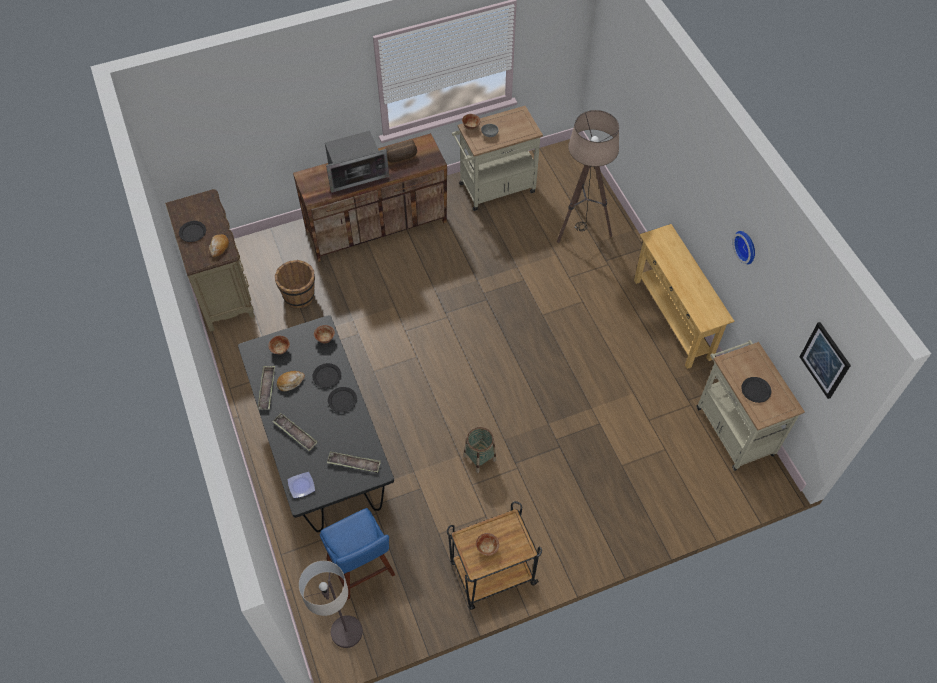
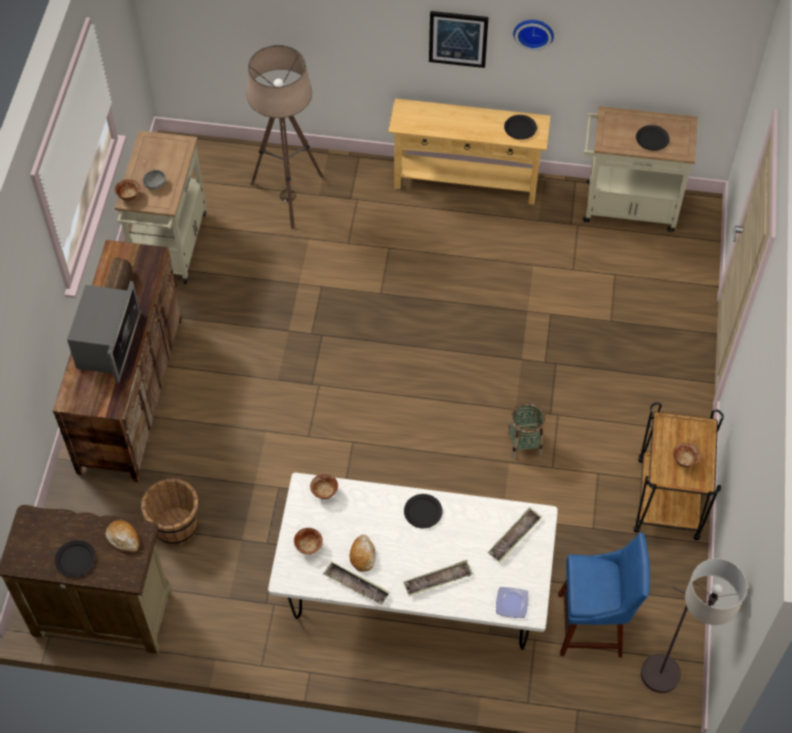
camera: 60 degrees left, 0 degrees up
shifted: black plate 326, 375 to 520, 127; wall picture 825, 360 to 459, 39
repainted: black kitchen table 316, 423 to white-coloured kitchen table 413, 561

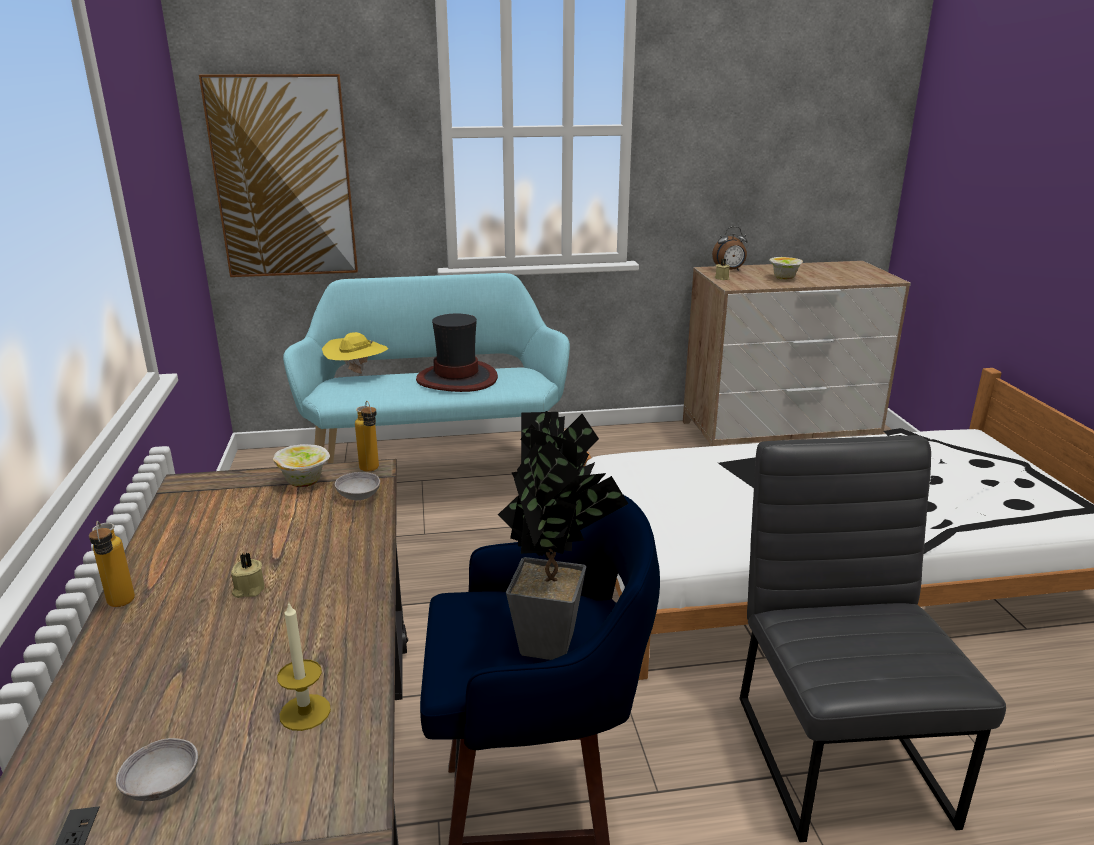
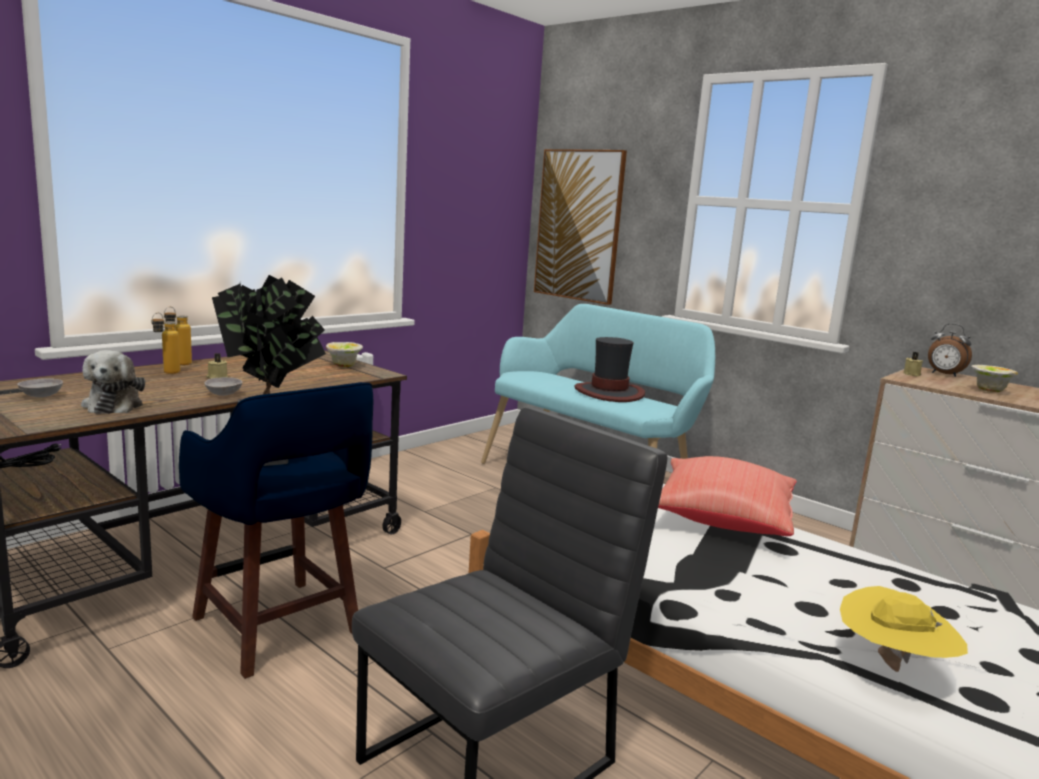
camera: 50 degrees right, 10 degrees down
new: red-coloured pillow 727, 496
shifted: yellow wearable hat 355, 353 to 904, 629; grey serving bowl 357, 486 to 223, 386; beverage bottle 367, 436 to 165, 343
swapped: wax light 304, 666 to cuddly toy 113, 382

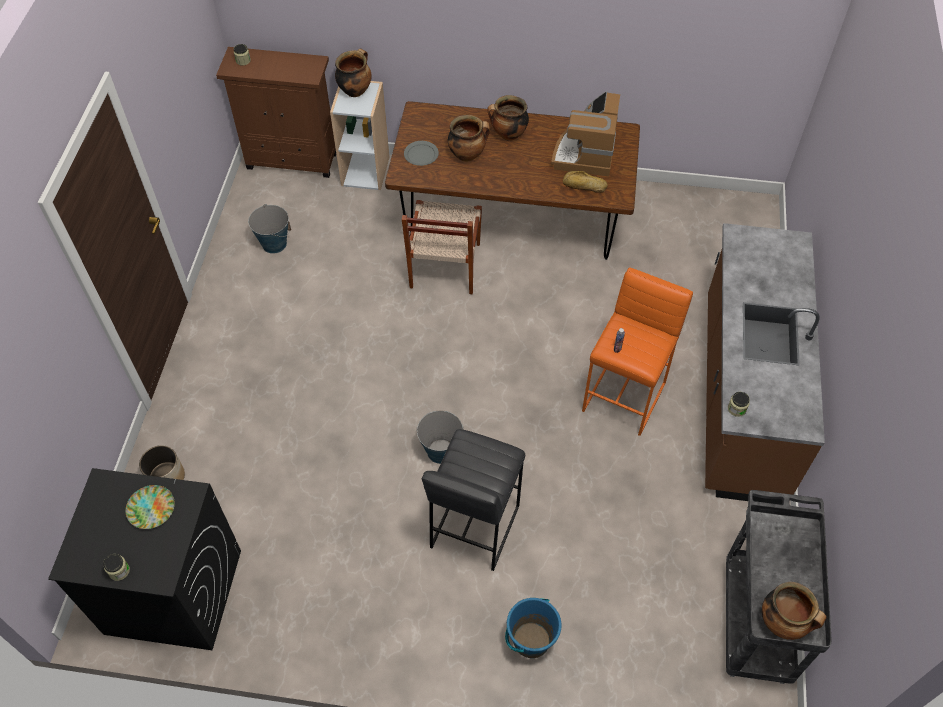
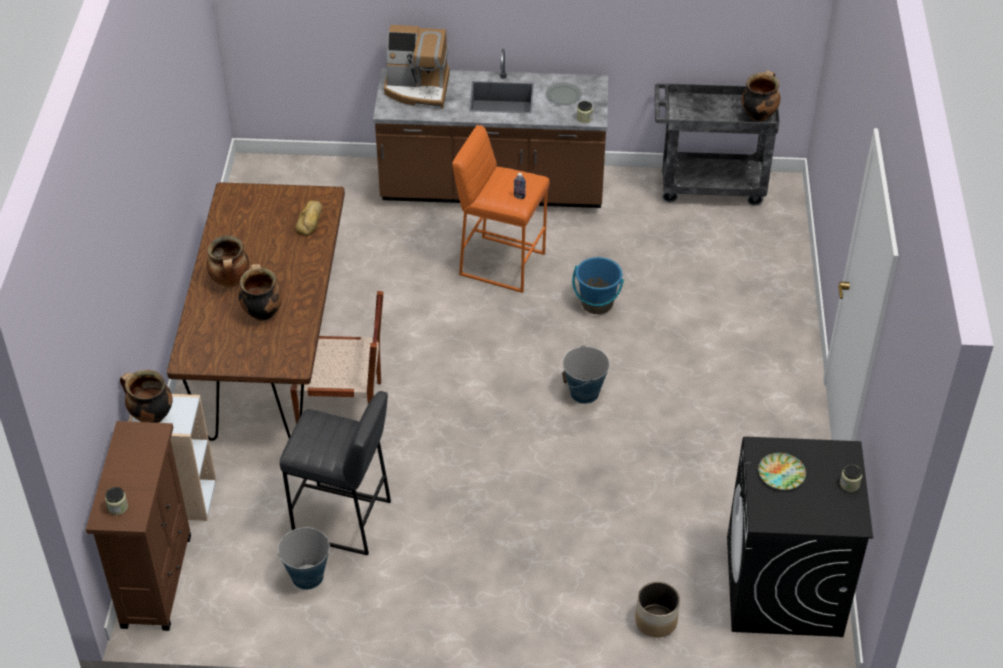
camera: 95 degrees left, 10 degrees down
shifted: grey plate 421, 153 to 564, 94; grey stool 473, 500 to 335, 473; blue-coloured bucket 533, 628 to 598, 285; coffee machine 585, 133 to 417, 67

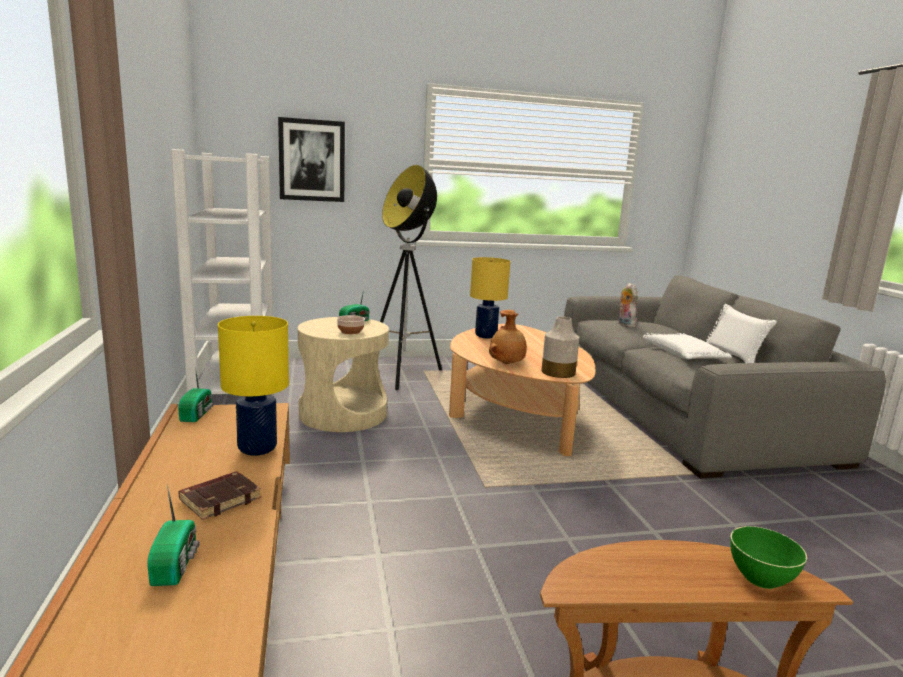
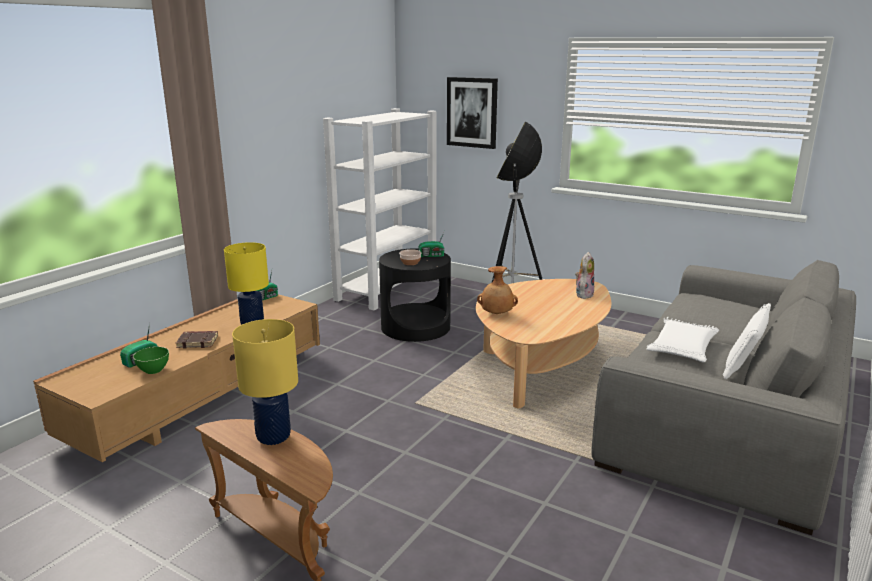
camera: 45 degrees right, 5 degrees up
gone: beige-coloured decorative vase 560, 347
shifted: yellow table lamp 490, 298 to 265, 382; cuddly toy 627, 305 to 584, 275; green-coloured serving bowl 768, 557 to 151, 360
repainted: beige-coloured side table 343, 374 to black side table 415, 295

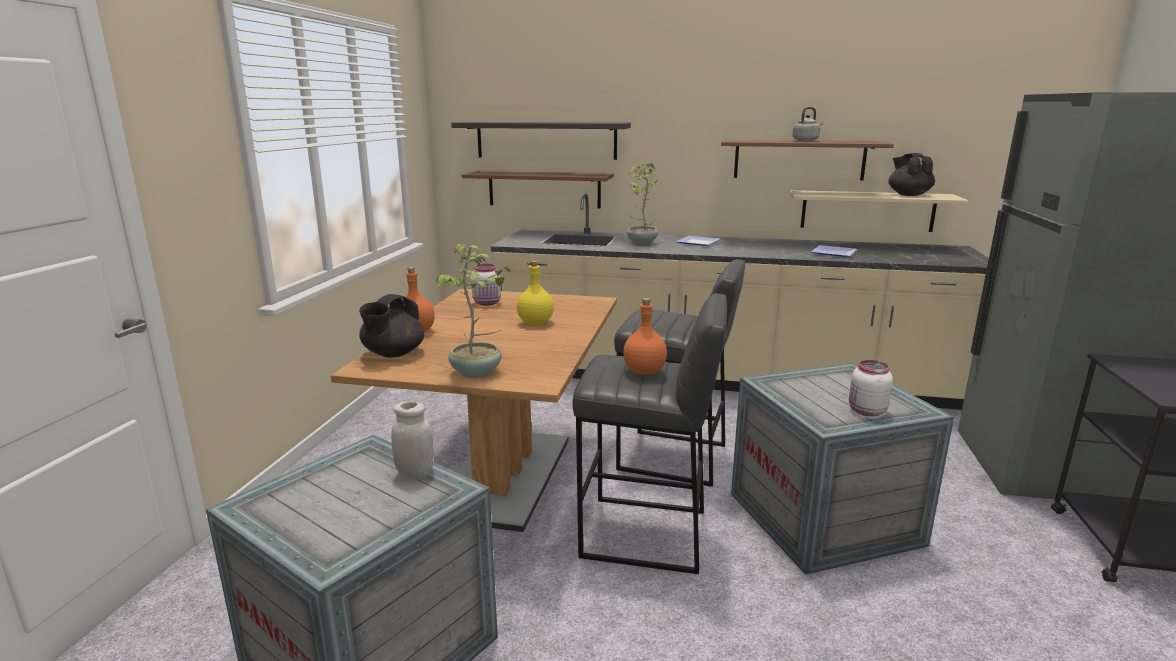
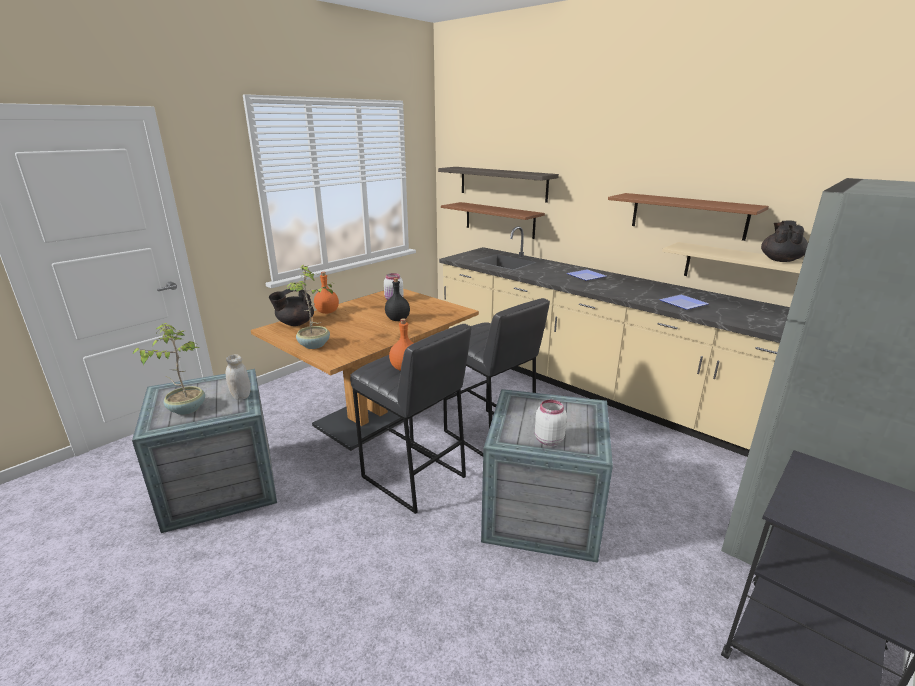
camera: 30 degrees right, 5 degrees up
gone: grey tea kettle 807, 124
shifted: houseplant 643, 203 to 168, 369
repainted: yellow beverage bottle 535, 293 to black beverage bottle 397, 299

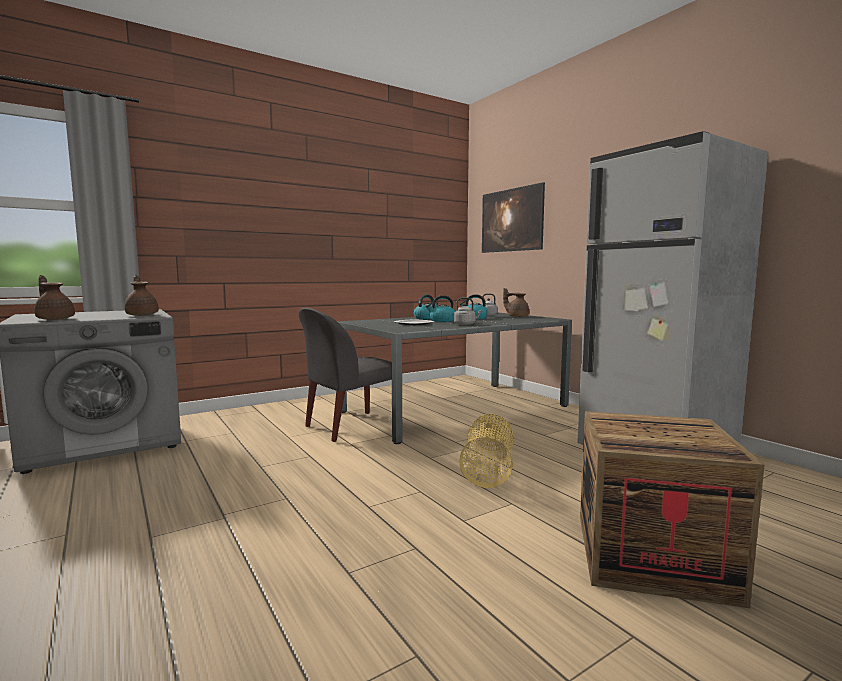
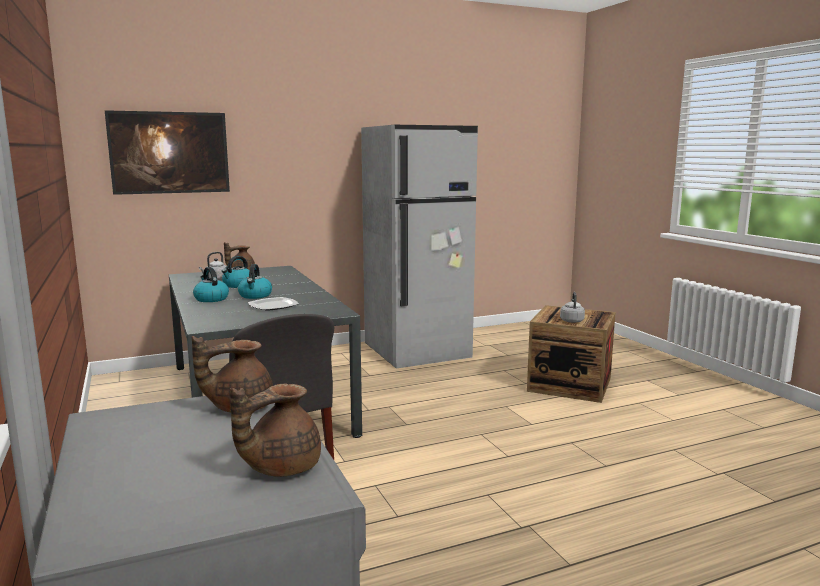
camera: 80 degrees left, 5 degrees up
gone: storage basket 486, 451
shifted: grey tea kettle 468, 311 to 572, 307

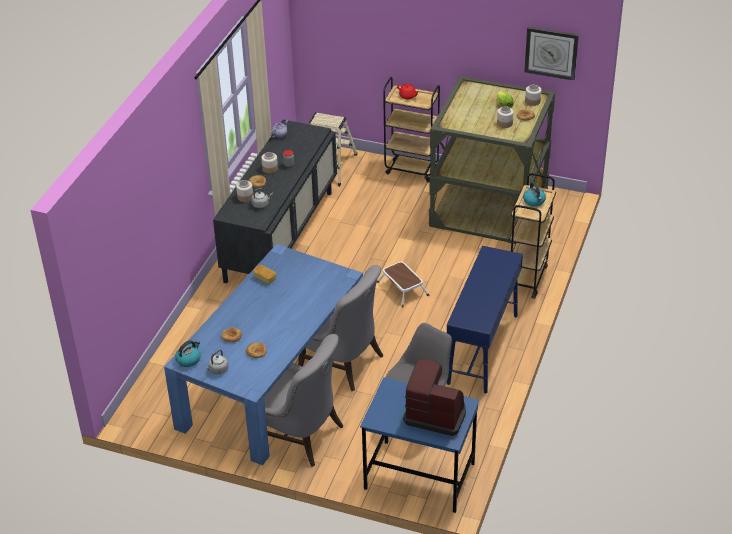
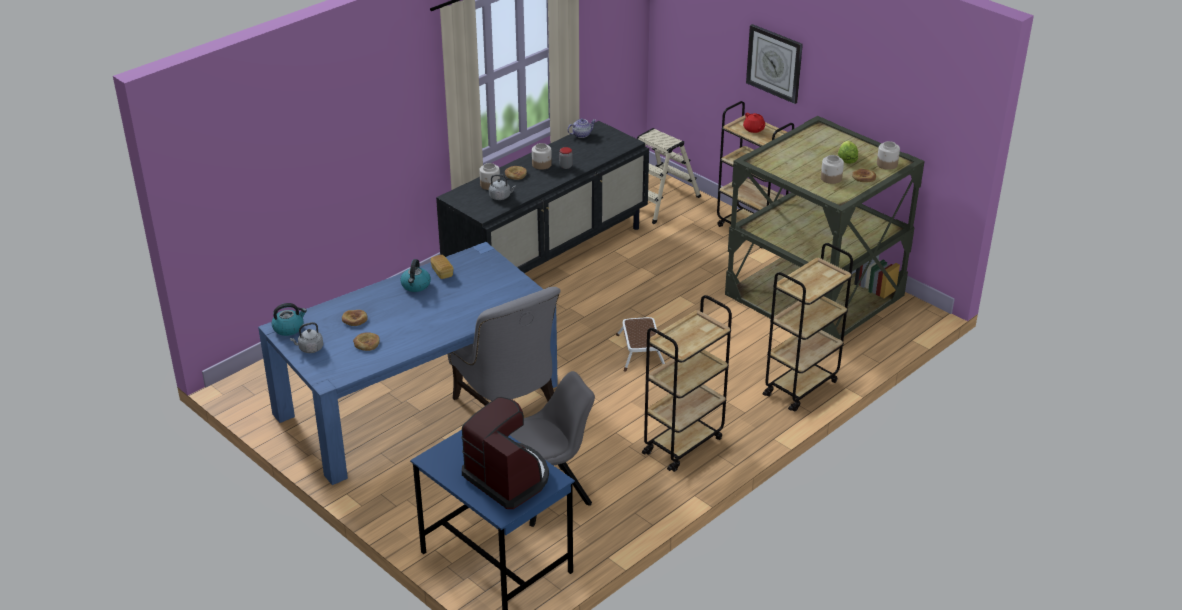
camera: 25 degrees right, 5 degrees down
gone: grey plain chair 303, 400
shifted: tea kettle 534, 194 to 415, 275; hanging clock 551, 54 to 774, 64
swapped: blue-coloured console table 485, 319 to brownish trolley 687, 383

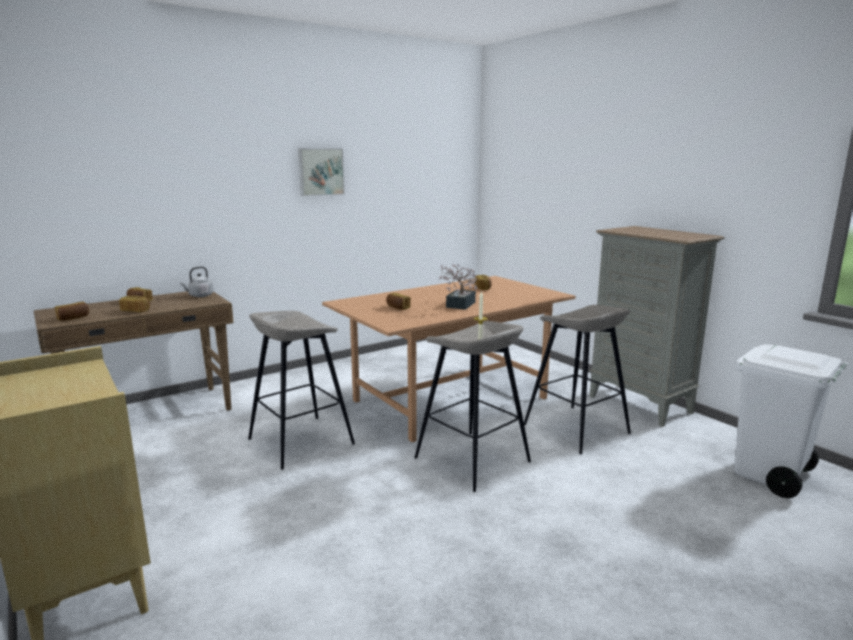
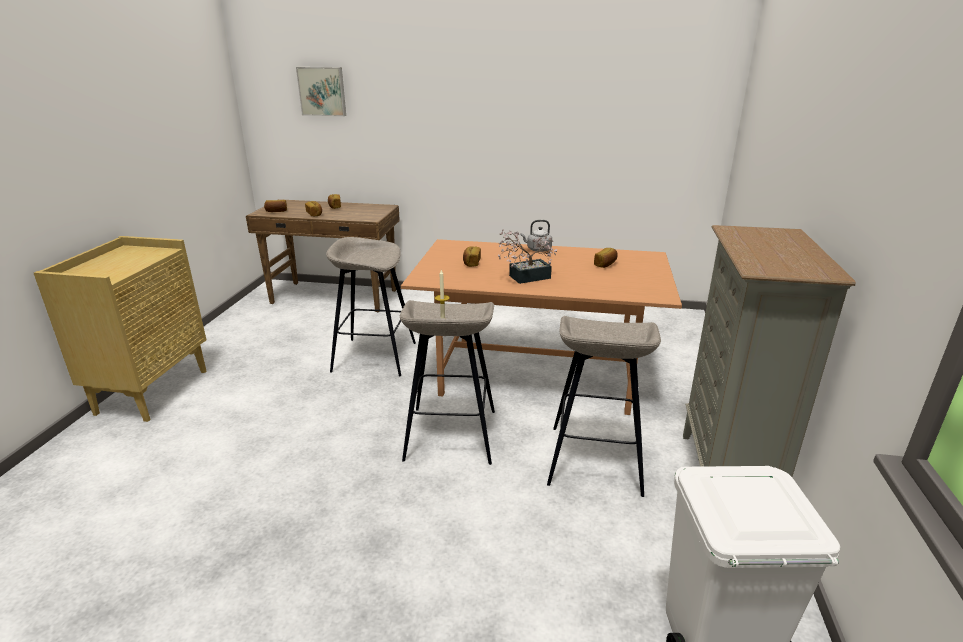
camera: 45 degrees right, 10 degrees up
shifted: grey tea kettle 197, 281 to 536, 236; wall picture 321, 172 to 321, 91

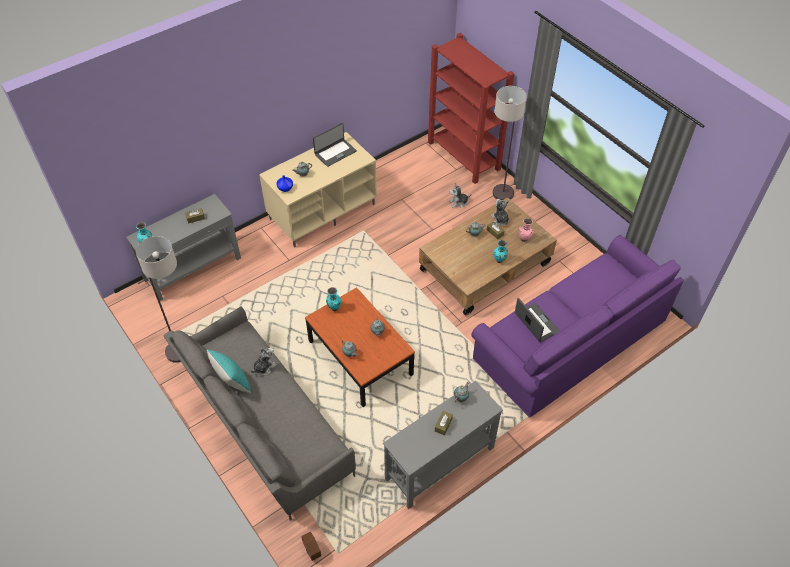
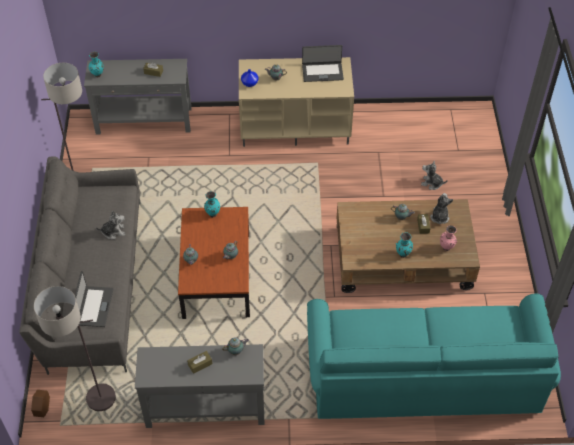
camera: 35 degrees right, 0 degrees up
gone: turquoise-coloured pillow 229, 371; red-coloured bookcase 471, 108
shifted: grey standard lamp 510, 143 to 75, 348; laptop 537, 320 to 92, 299
repainted: purple-coloured couch 577, 326 to turquoise-coloured couch 434, 356

